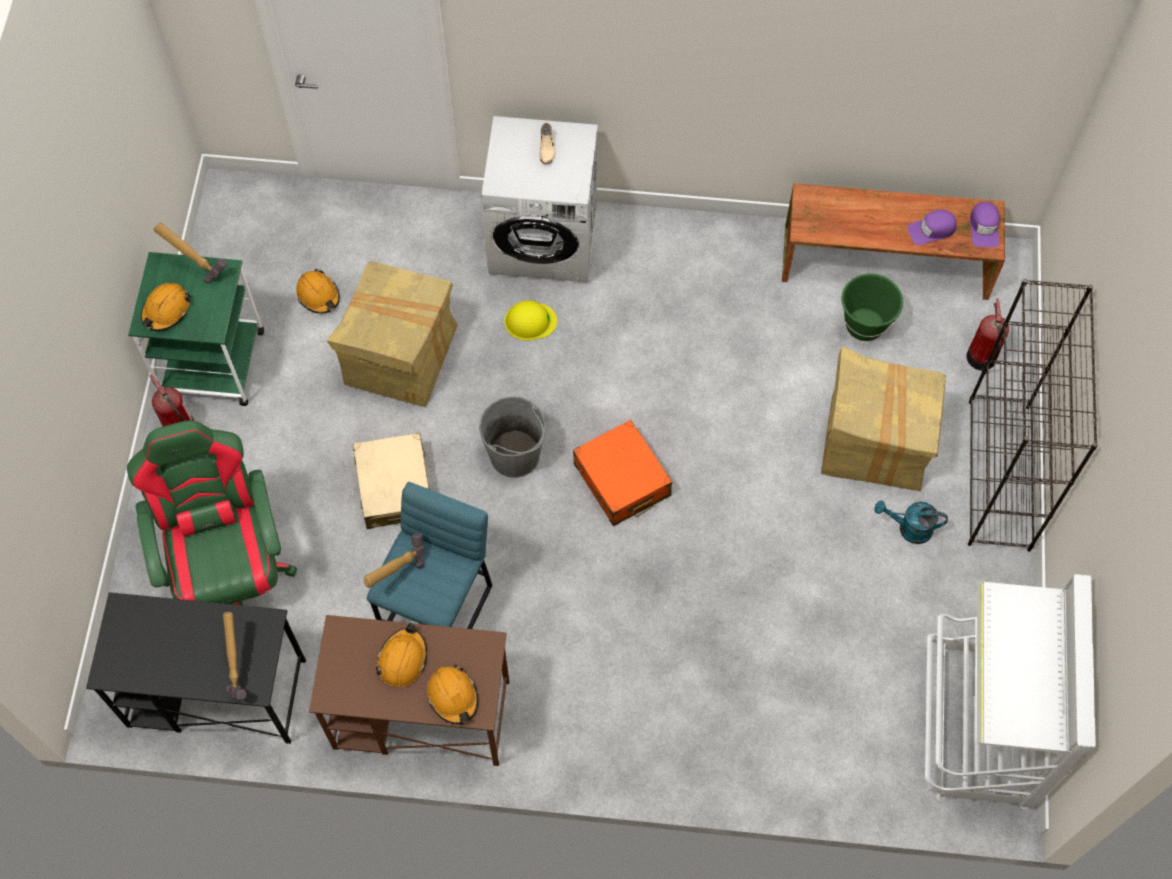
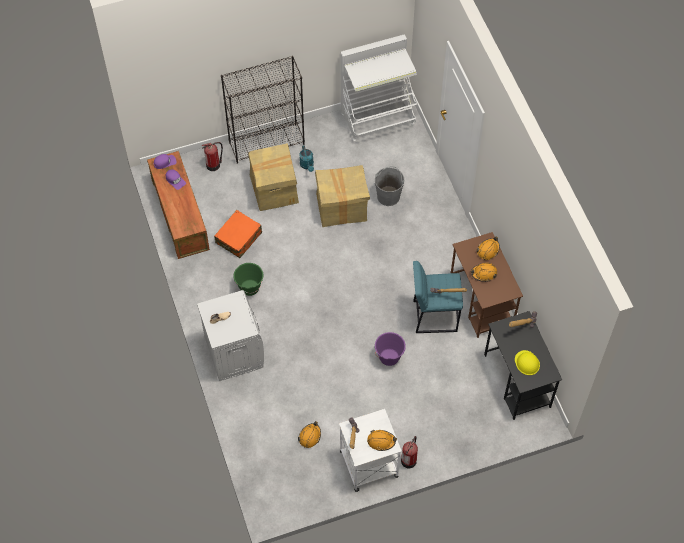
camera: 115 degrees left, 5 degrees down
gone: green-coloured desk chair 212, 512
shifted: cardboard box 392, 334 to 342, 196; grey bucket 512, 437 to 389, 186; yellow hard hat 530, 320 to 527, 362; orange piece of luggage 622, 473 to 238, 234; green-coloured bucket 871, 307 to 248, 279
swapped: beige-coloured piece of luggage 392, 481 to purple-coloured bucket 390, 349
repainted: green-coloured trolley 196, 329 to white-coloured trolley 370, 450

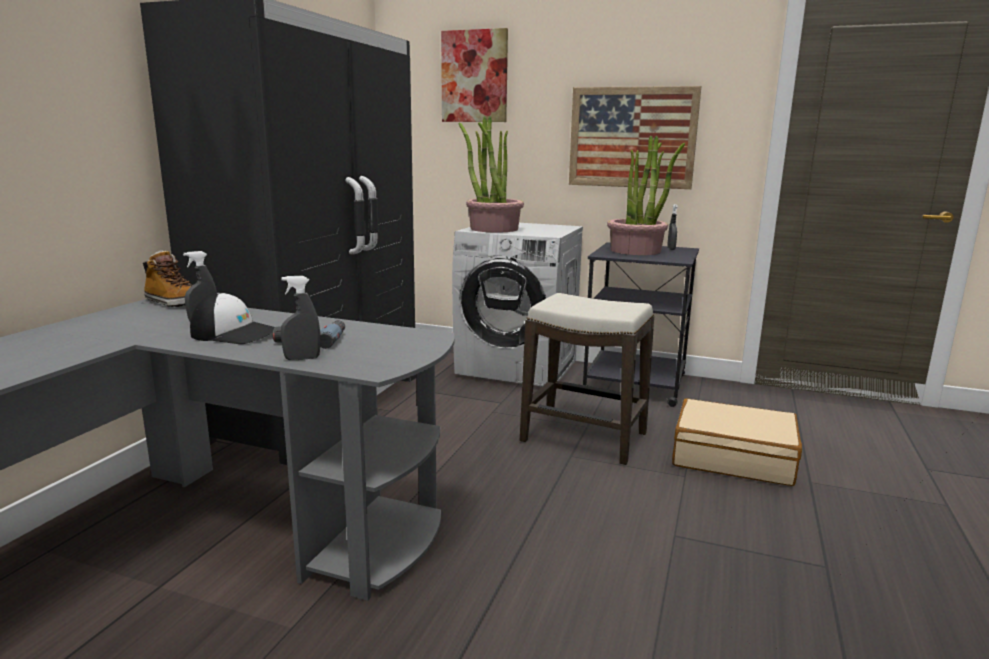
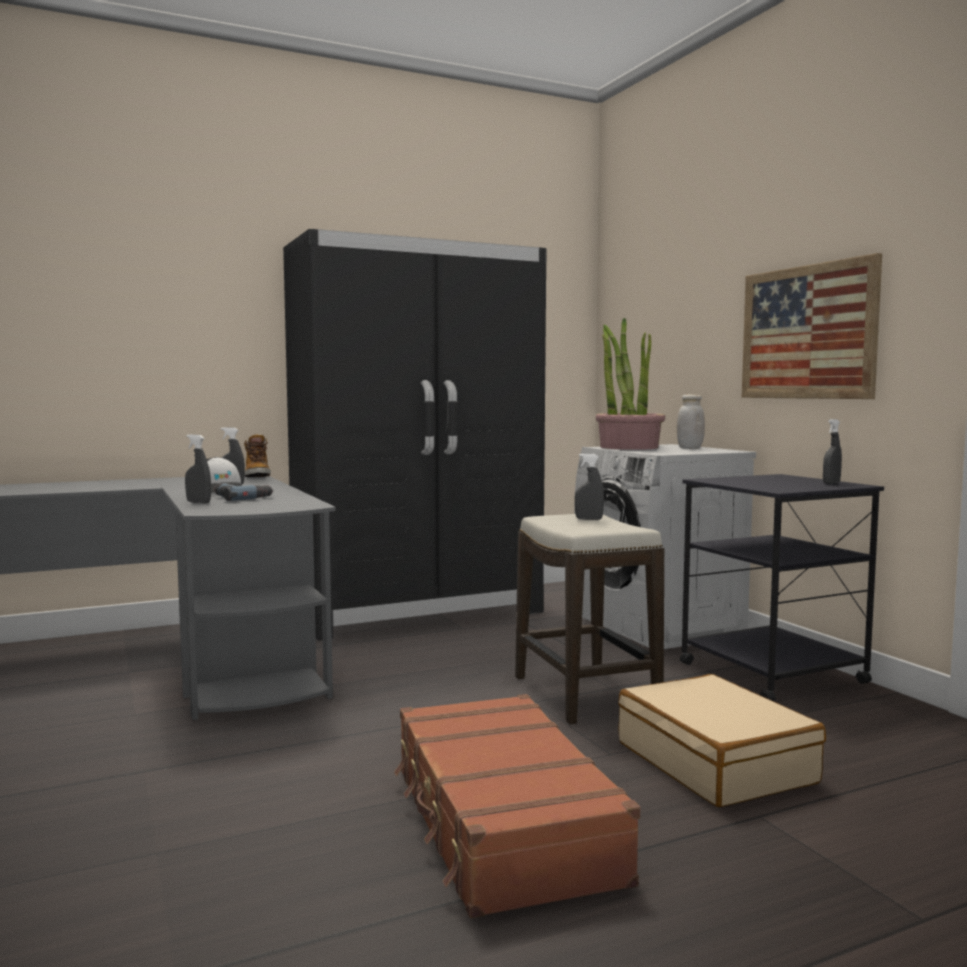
camera: 45 degrees right, 10 degrees down
gone: wall picture 474, 75; houseplant 646, 195
new: brownish piece of luggage 517, 806; grey sprayer 589, 486; white-coloured storage jar 691, 421

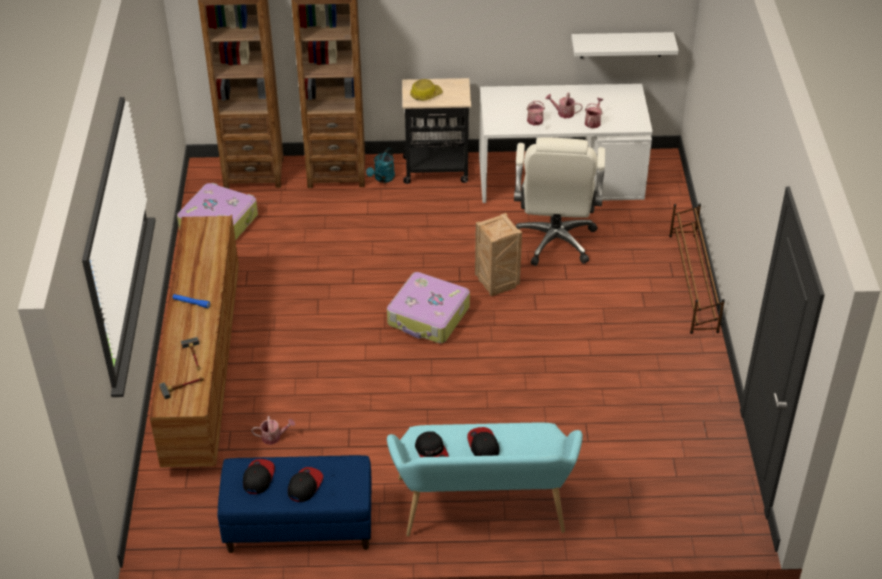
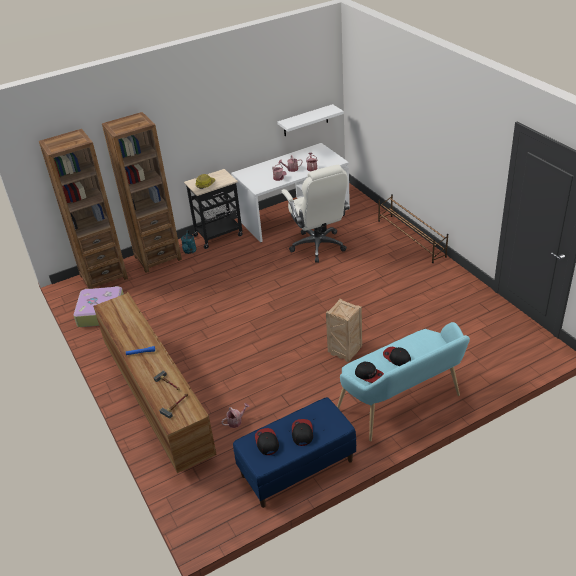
camera: 25 degrees left, 5 degrees down
gone: piece of luggage 428, 307
shifted: shipping crate 498, 254 to 344, 330

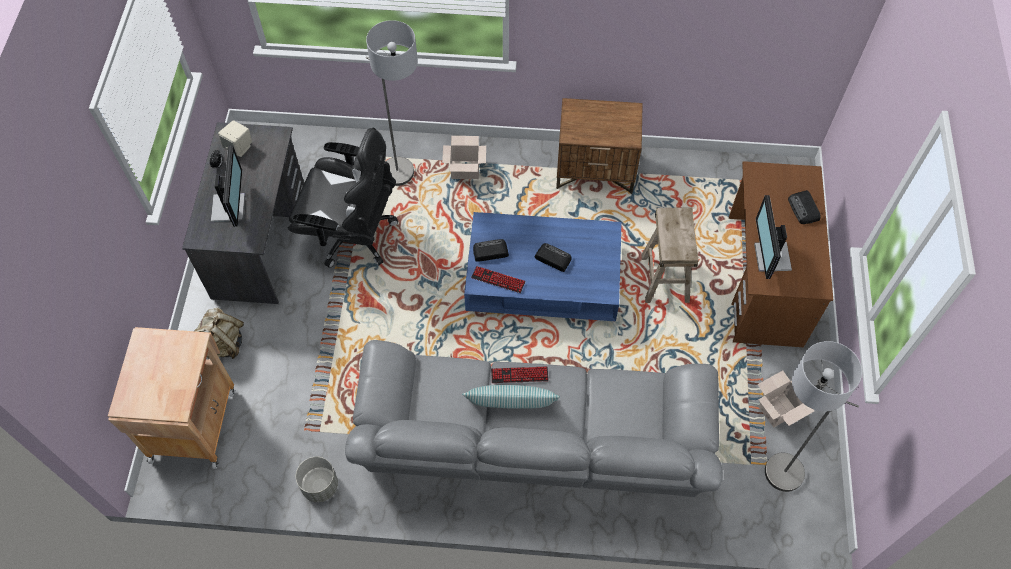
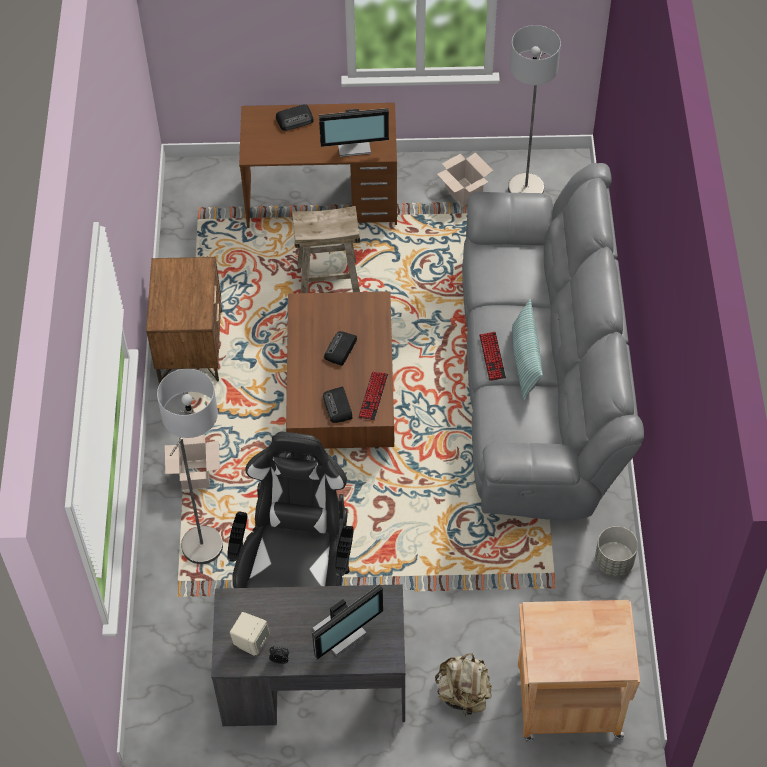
camera: 95 degrees left, 5 degrees down
repainted: blue-coloured lounge table 543, 266 to brownish lounge table 340, 370
rotated: monitor 228, 186 = 347, 622 150 degrees clockwise

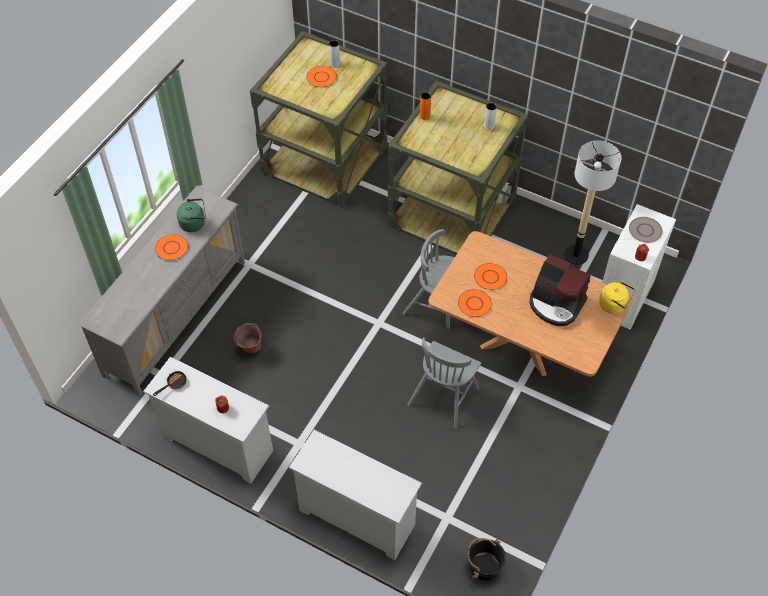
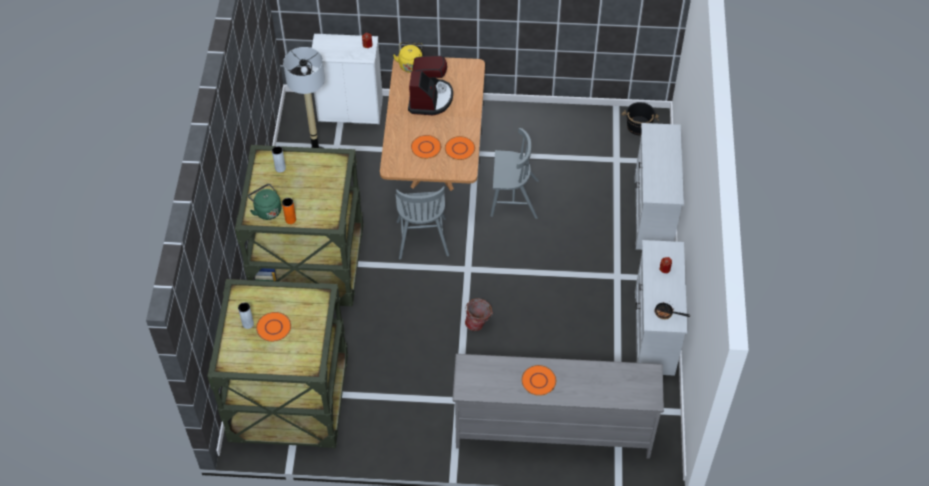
camera: 115 degrees left, 0 degrees up
gone: grey plate 646, 230
shifted: green-coloured tea kettle 191, 215 to 265, 202; bucket 248, 338 to 479, 314

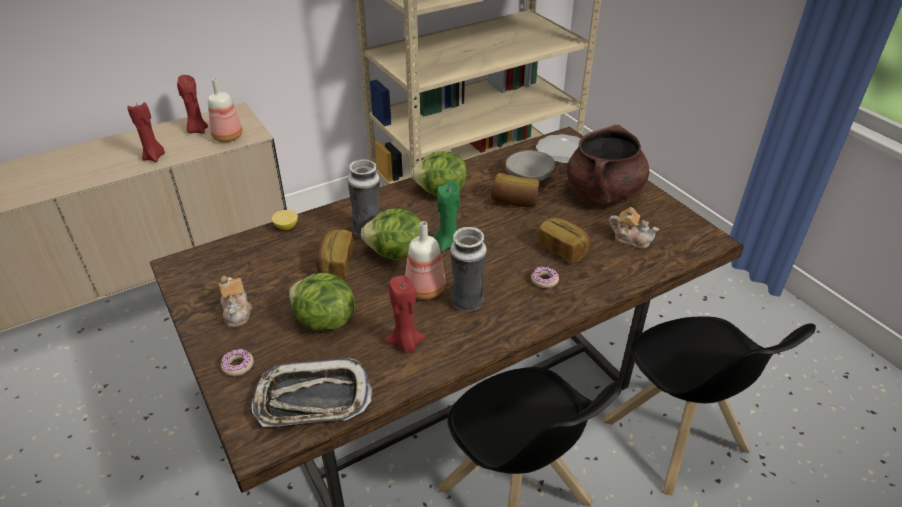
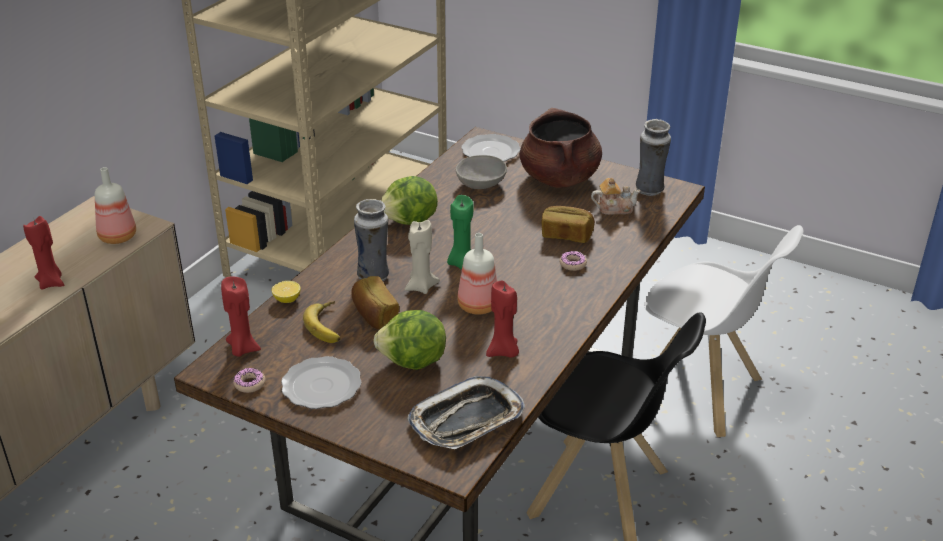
camera: 30 degrees left, 5 degrees down
gone: bread 514, 190
new: banana 322, 322
shifted: red-coloured wax light 192, 104 to 241, 316; donut 237, 362 to 249, 380; decorative vase 468, 269 to 653, 157
swapped: tea pot 235, 301 to plate 321, 382; lettuce head 391, 234 to beige-coloured wax light 422, 257
repainted: black plain chair 710, 406 to white-coloured plain chair 724, 331

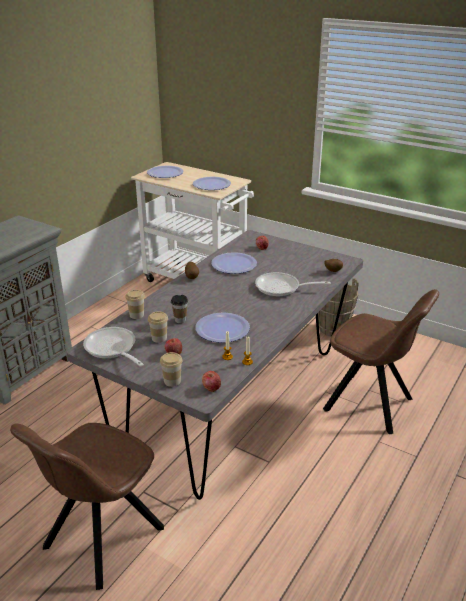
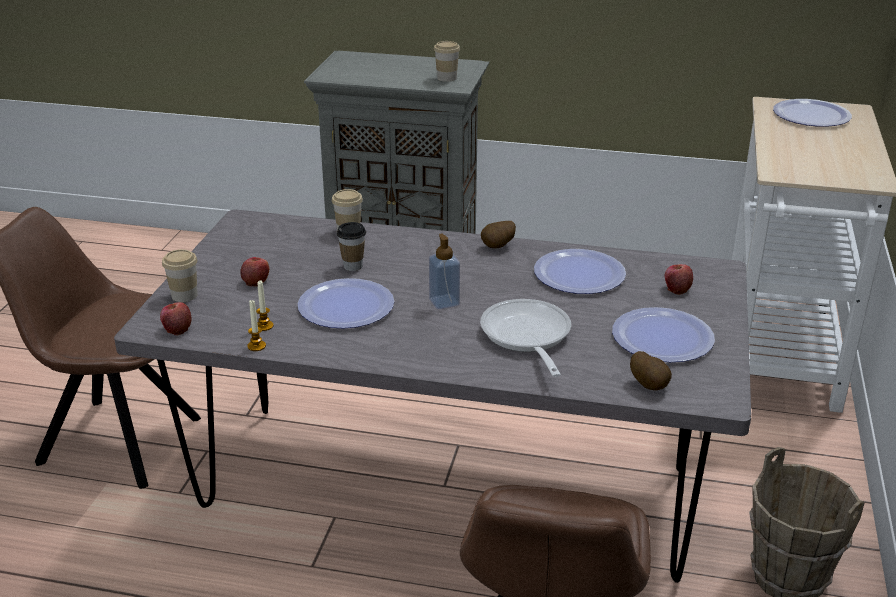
camera: 70 degrees right, 0 degrees up
gone: pan 113, 347
new: soap dispenser 444, 271
shifted: cup 158, 327 to 447, 61; plate 212, 183 to 663, 334

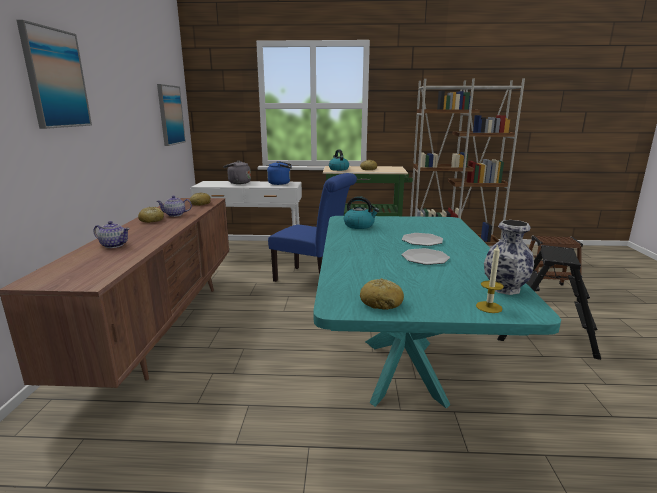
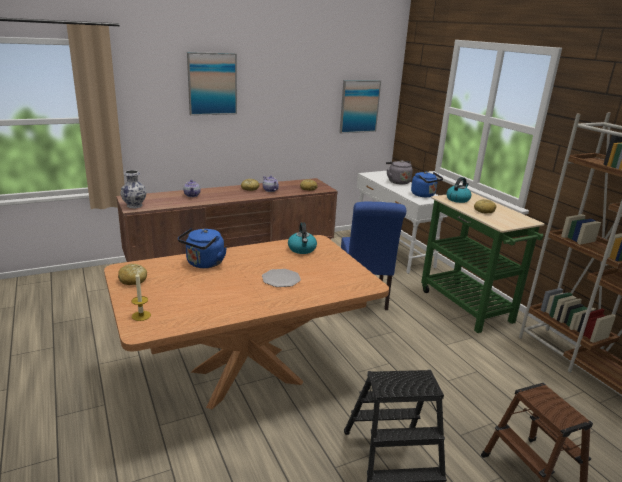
camera: 60 degrees right, 5 degrees up
gone: plate 425, 256
new: blue-coloured tea kettle 202, 248
shifted: decorative vase 509, 257 to 133, 189
repainted: turquoise-coloured kitchen table 437, 312 to brownish kitchen table 246, 322

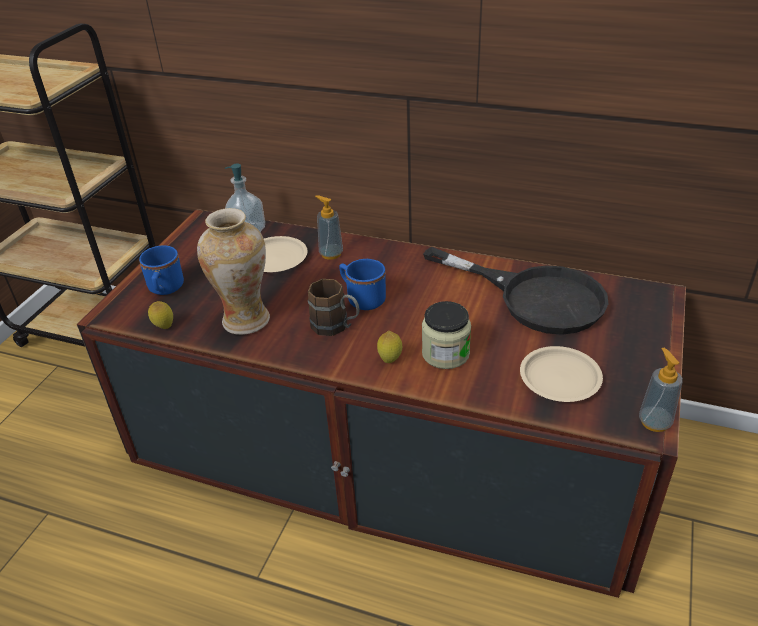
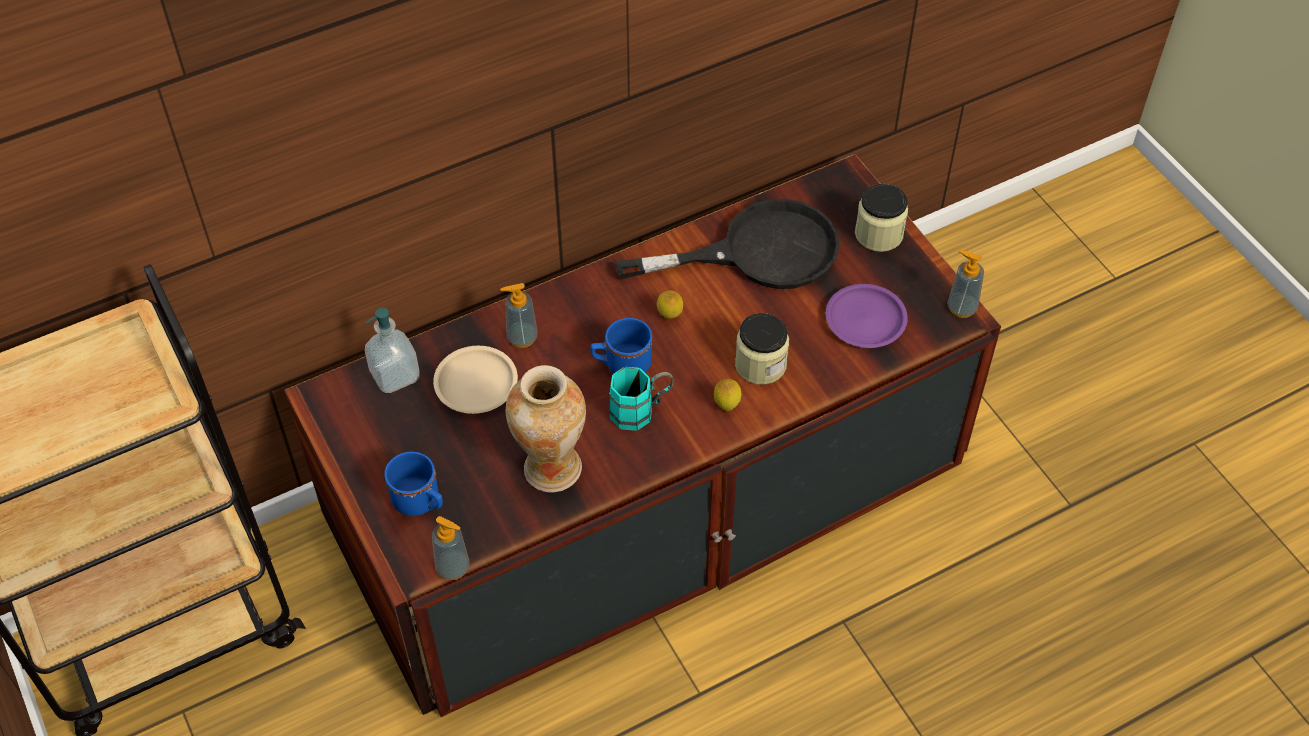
camera: 50 degrees left, 15 degrees up
new: soap dispenser 451, 548; storage jar 881, 218
shifted: lemon 160, 315 to 670, 304
repainted: brownish coffee mug 334, 307 to turquoise-coloured coffee mug 641, 399; beige-coloured plate 561, 374 to purple-coloured plate 867, 316

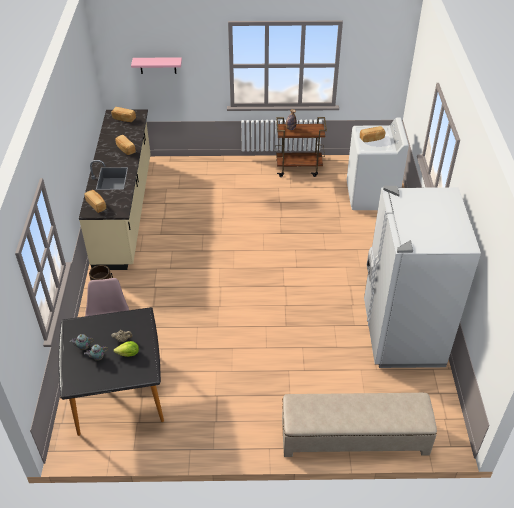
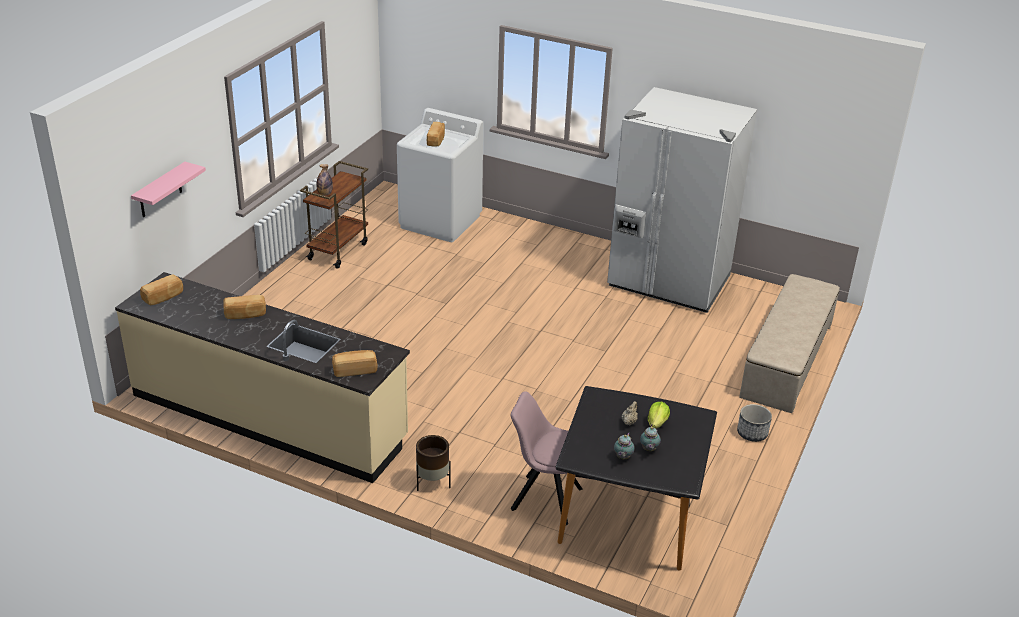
camera: 65 degrees left, 10 degrees down
new: planter 754, 423

